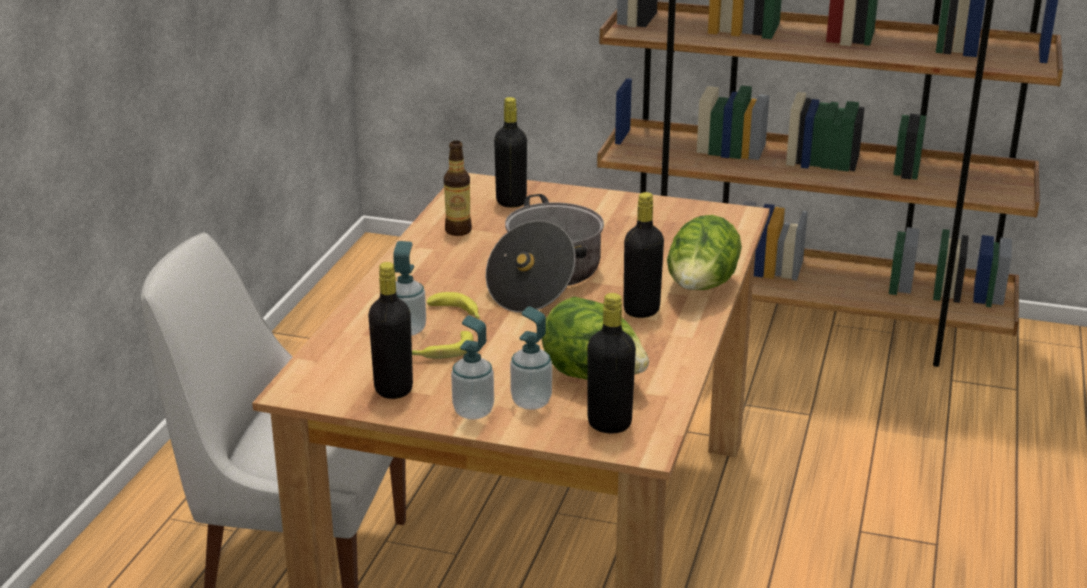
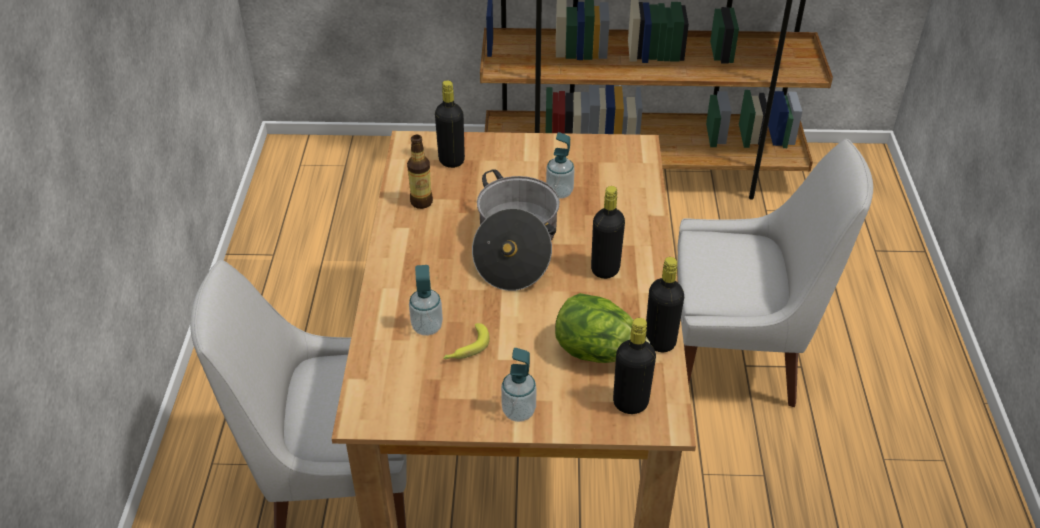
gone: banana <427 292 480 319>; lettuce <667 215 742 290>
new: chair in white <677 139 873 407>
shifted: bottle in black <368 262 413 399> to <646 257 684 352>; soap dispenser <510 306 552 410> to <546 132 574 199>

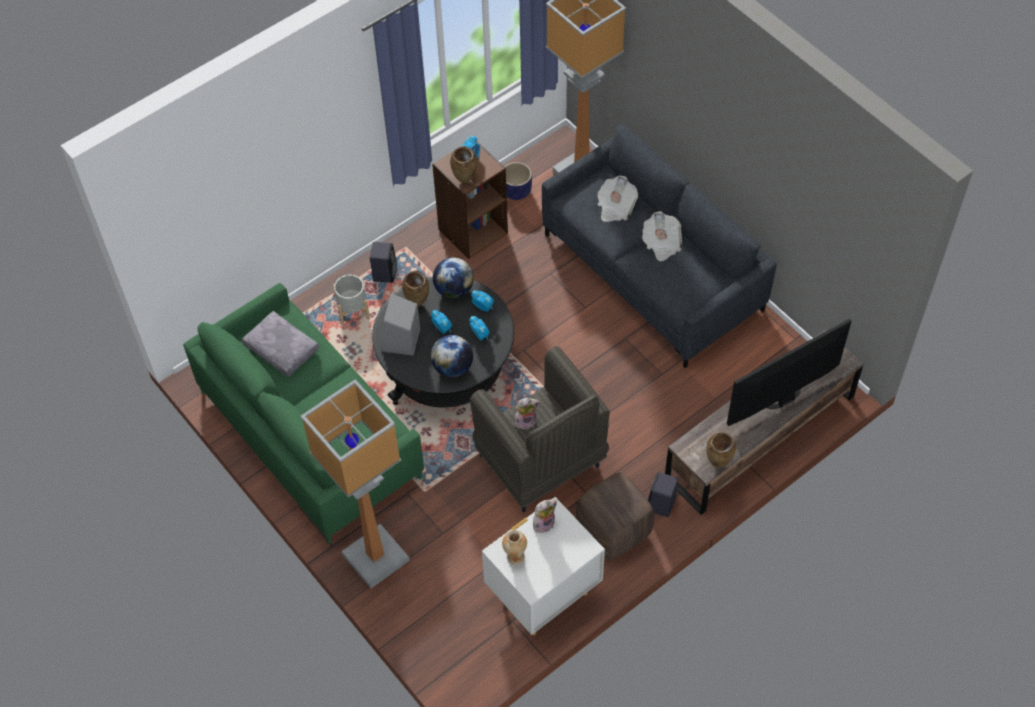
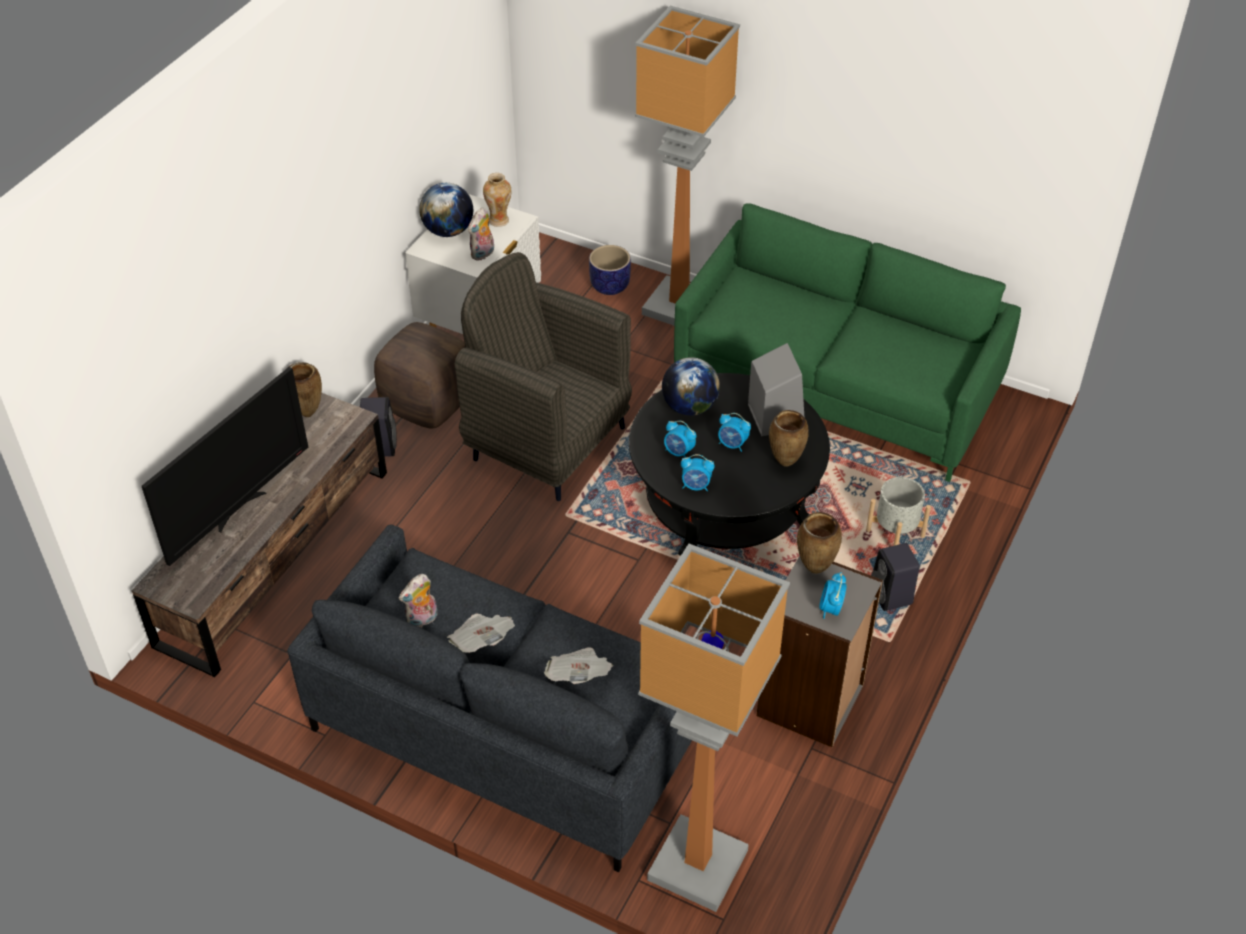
gone: pillow in grey <242 311 319 377>
shifted: globe <433 257 474 299> to <419 183 473 237>; planter <504 162 532 200> to <589 245 631 295>; plush toy <515 398 540 430> to <399 574 438 628>
repainted: bookcase in brown <432 141 508 259> to bookcase in grey <757 556 883 747>

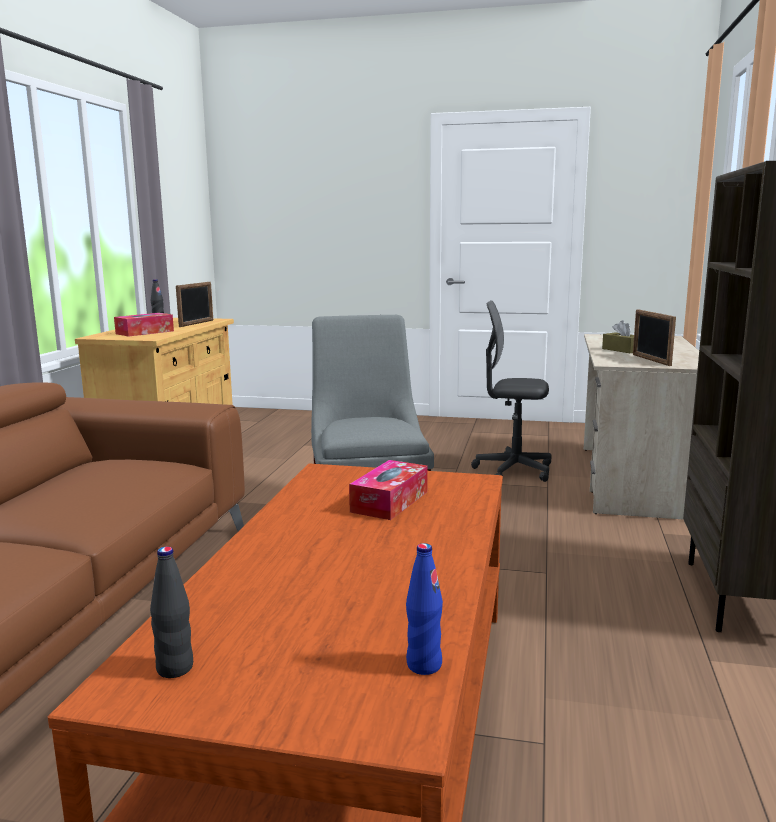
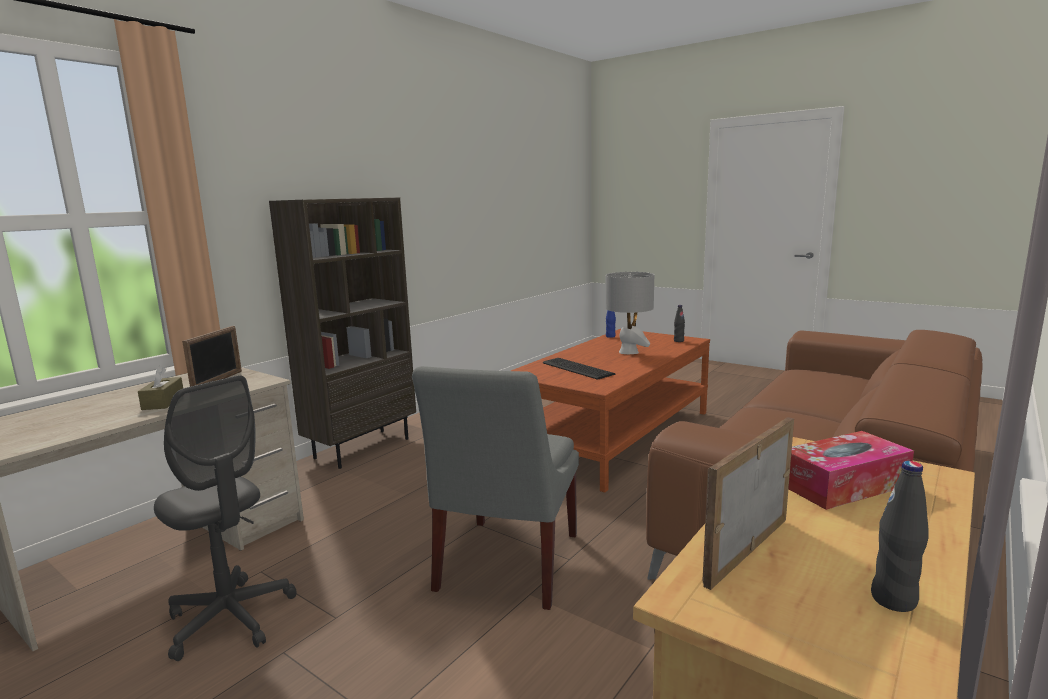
new: table lamp in grey <605 272 654 354>
swapped: tissue box <349 460 428 520> to keyboard <543 358 615 380>

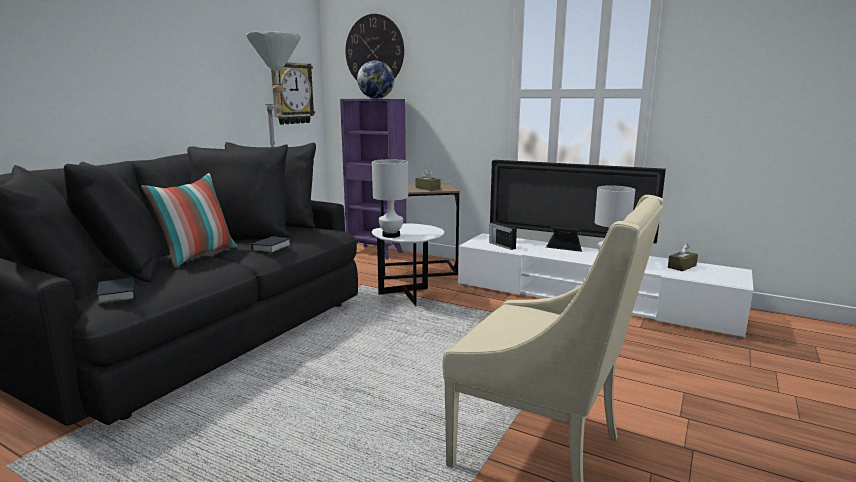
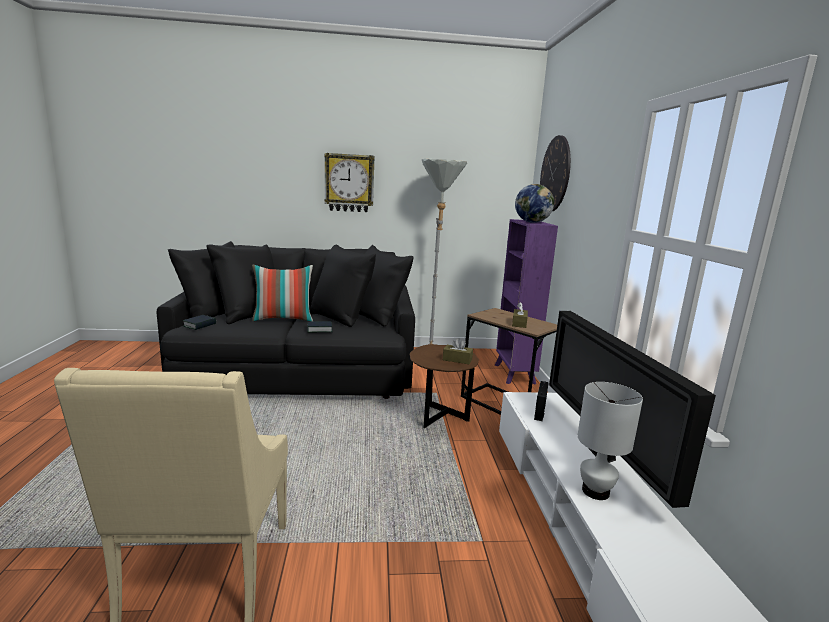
gone: table lamp in white <372 159 408 238>
shifted: wall clock <271 62 315 125> to <324 153 374 212>; tissue box in brown <668 243 698 271> to <443 338 473 364>
repainted: side table in white <372 223 444 306> to side table in brown <410 344 479 428>

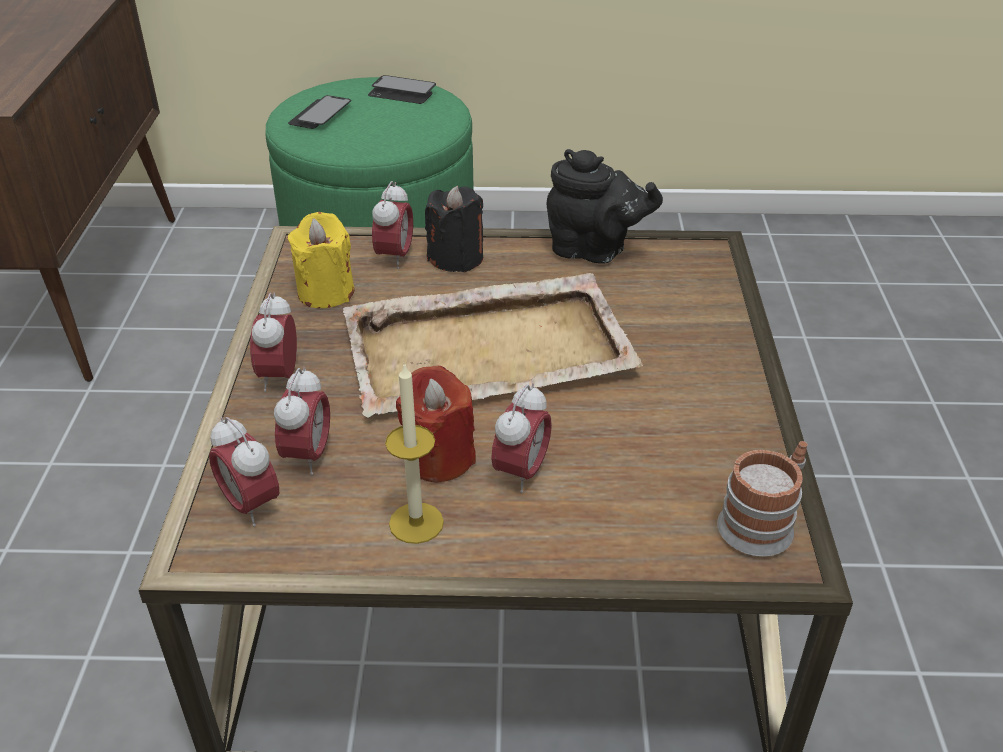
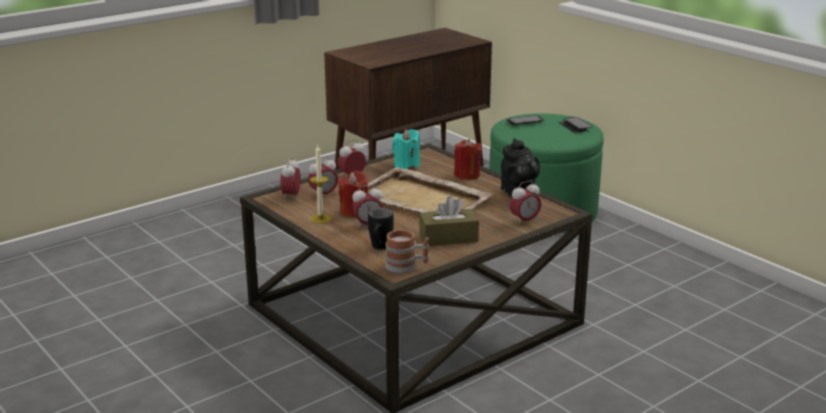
new: mug in black <368 208 393 250>; tissue box in brown <419 196 479 246>
shifted: alarm clock <372 181 413 269> to <510 181 541 225>
repainted: candle in yellow <287 212 354 308> to candle in turquoise <392 129 420 170>; candle in black <425 186 483 272> to candle in red <454 139 482 180>

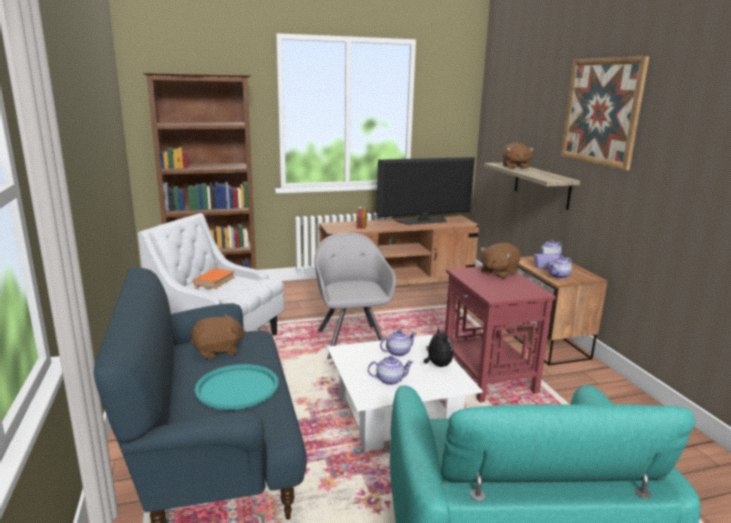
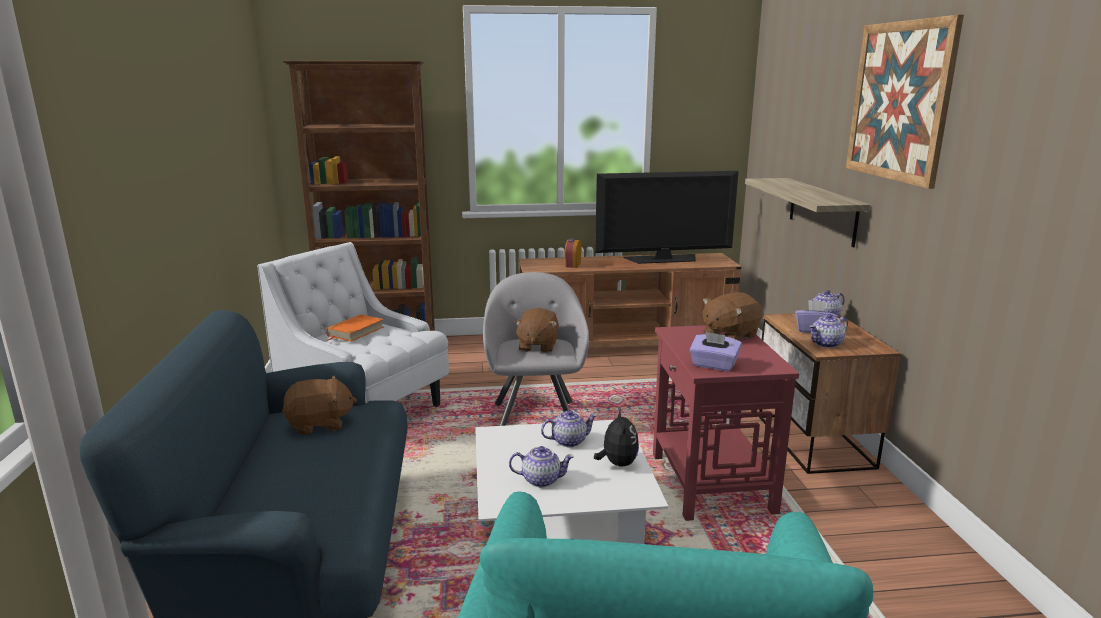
gone: tray in turquoise <195 364 279 410>
new: tissue box in purple <690 331 742 371>
shifted: plush toy in brown <502 142 534 169> to <514 308 559 353>

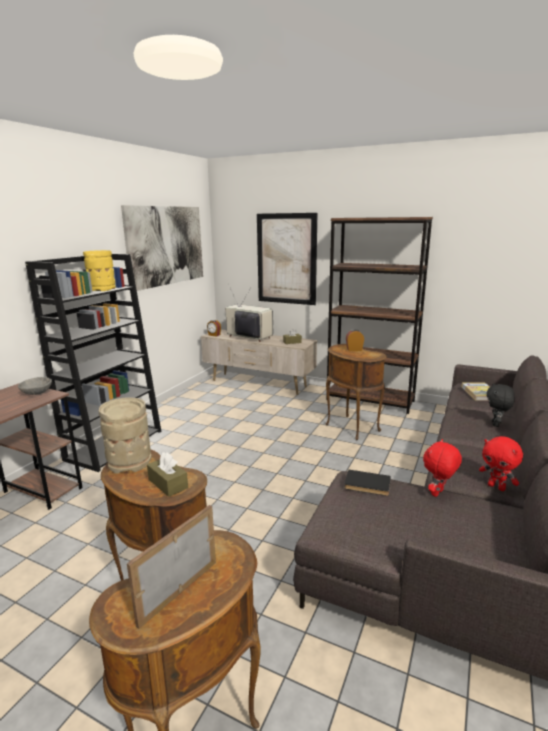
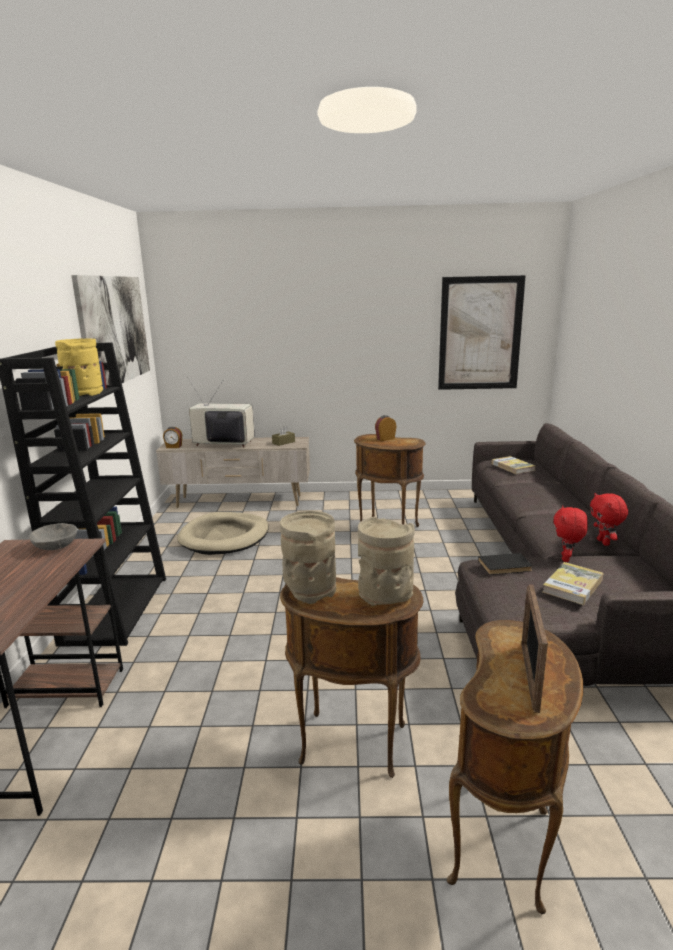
gone: bookcase in brown <326 217 433 414>; plush toy in black <487 383 515 427>
new: dog bed in beige <177 512 269 555>; book <543 562 603 605>
shifted: picture <257 213 317 305> to <438 275 526 390>
swapped: tissue box in brown <147 452 188 497> to vase in beige <358 517 415 606>
rotated: plush toy in red <479 436 523 491> = <590 493 628 546> 60 degrees clockwise

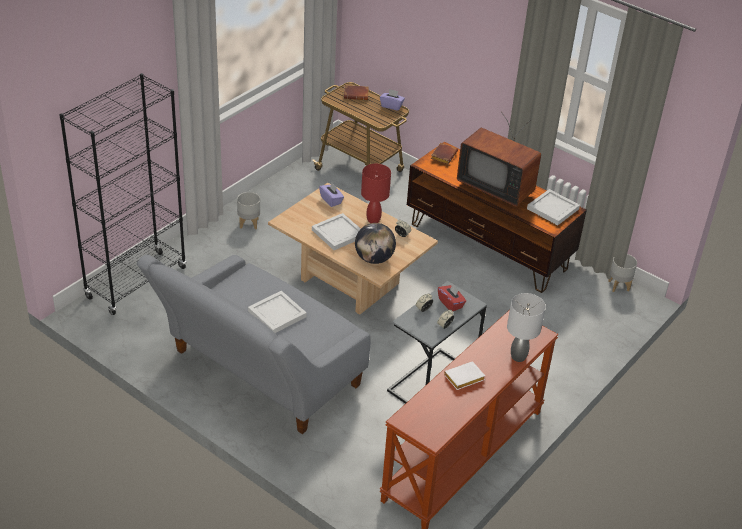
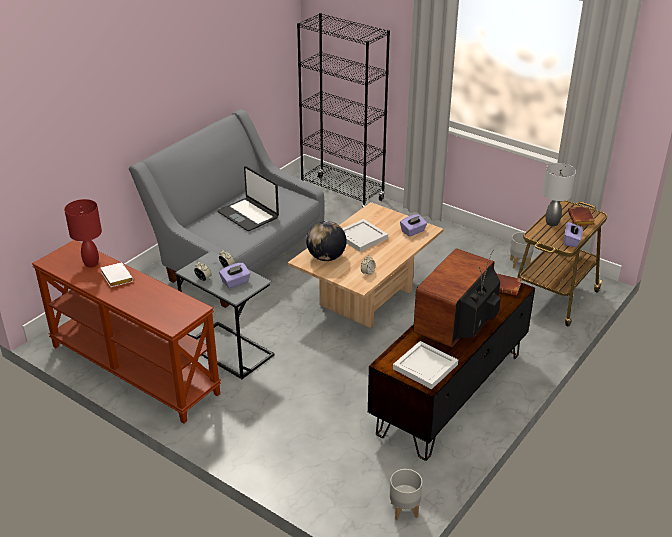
shifted: planter in grey <237 192 260 229> to <510 232 534 269>; table lamp in red <361 164 391 223> to <64 199 102 267>; table lamp in grey <507 293 546 362> to <542 163 576 226>
swapped: tray in white <248 290 307 333> to laptop <217 166 279 231>
repainted: tissue box in red <438 283 466 311> to tissue box in purple <219 263 251 288>

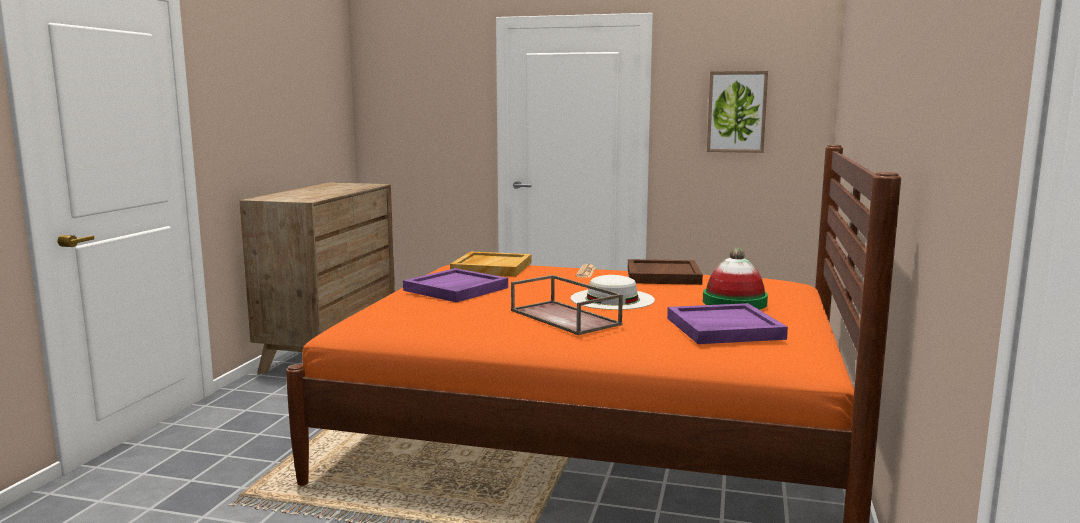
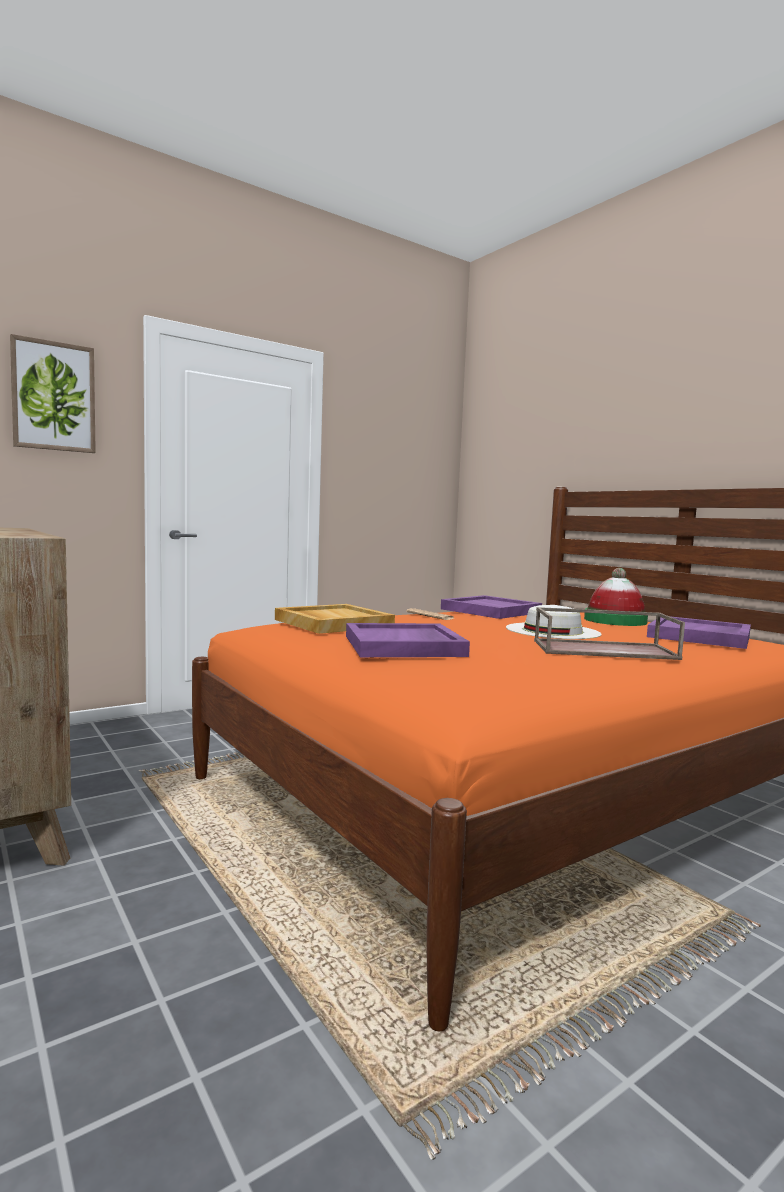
shifted: picture <707 71 768 153> to <10 334 96 453>
repainted: tray in brown <628 259 703 285> to tray in purple <441 595 542 619>

